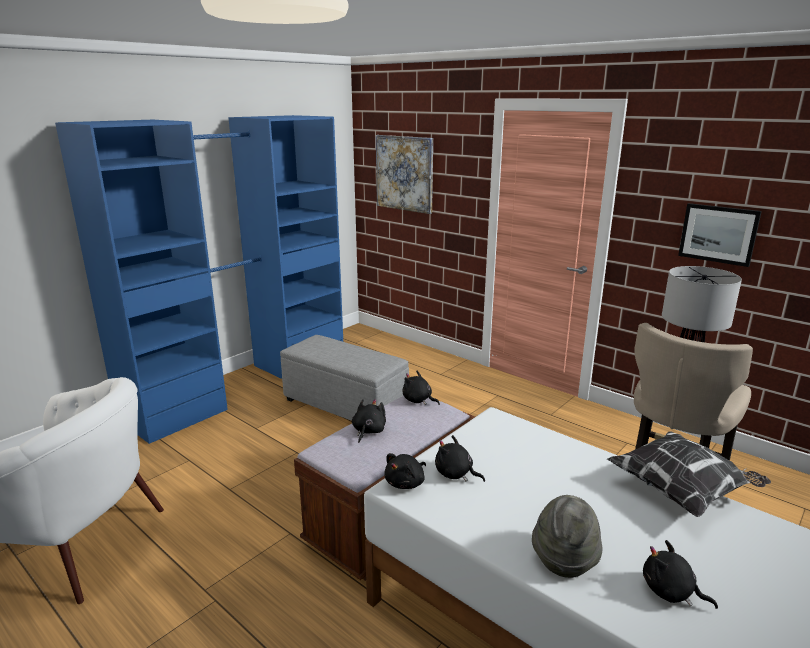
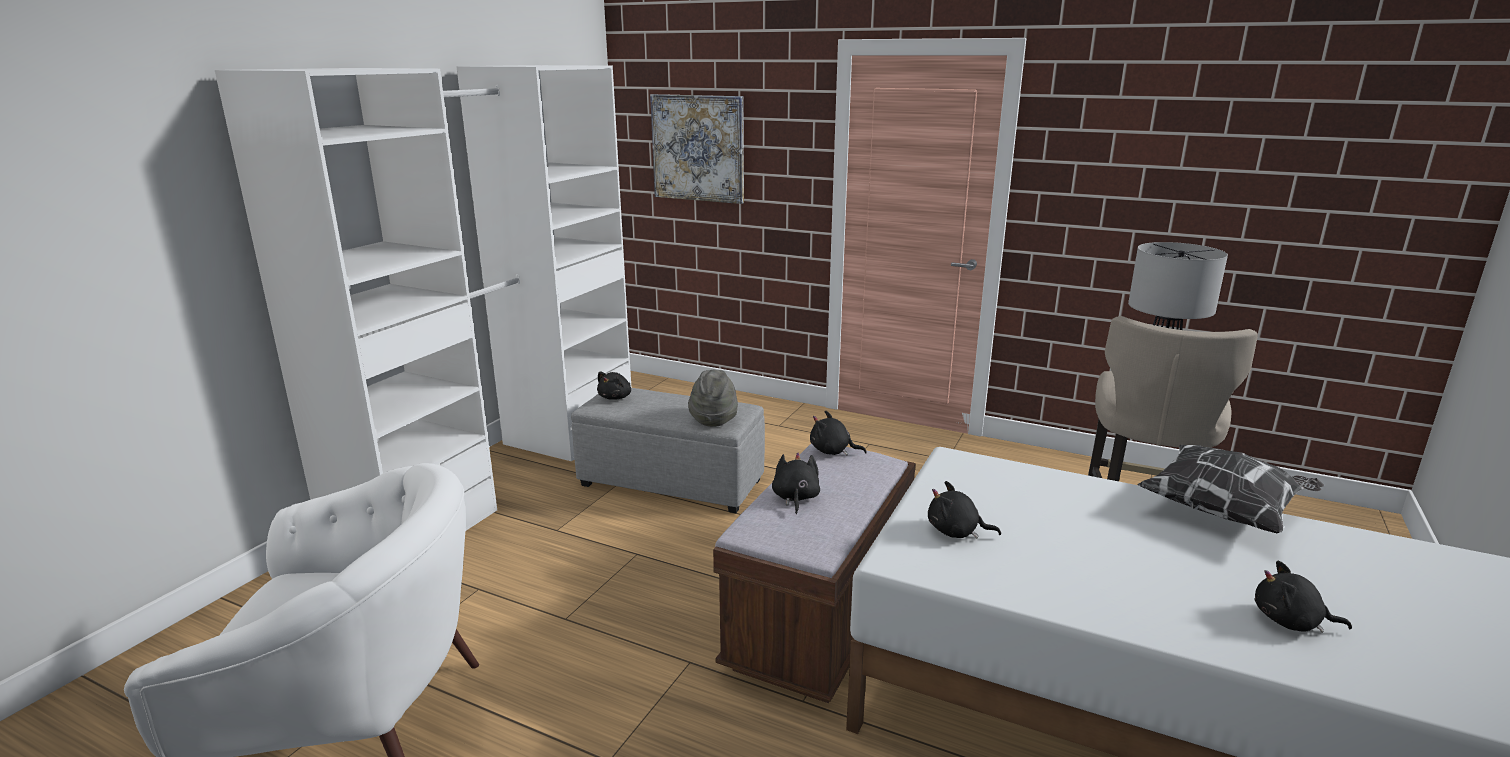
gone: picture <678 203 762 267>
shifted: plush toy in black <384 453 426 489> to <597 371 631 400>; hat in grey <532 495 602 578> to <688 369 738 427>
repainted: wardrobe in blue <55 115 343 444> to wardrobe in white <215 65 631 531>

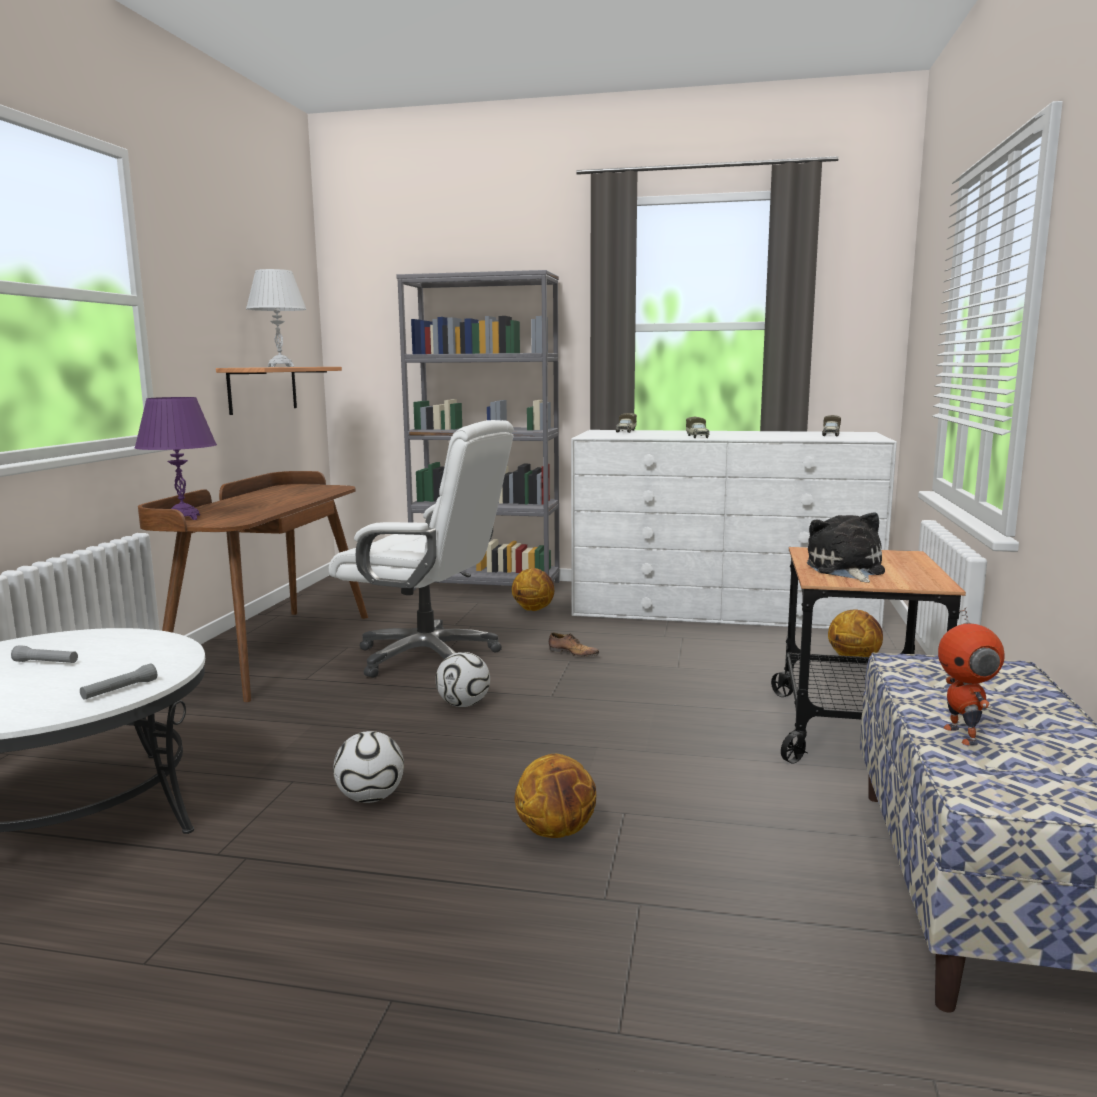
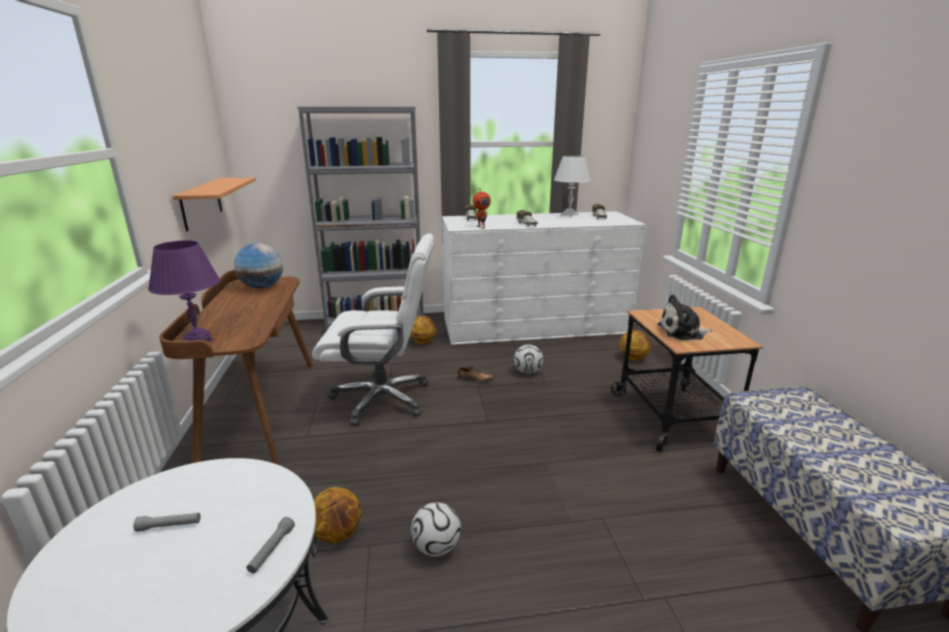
new: globe <234 243 283 289>
shifted: table lamp in white <246 269 307 367> to <554 155 591 217>; football <436 652 490 707> to <514 344 543 374>; basketball <514 754 596 838> to <314 487 362 543>; toy robot <938 607 1005 746> to <473 188 491 229>
rotated: plush toy <807 512 885 583> = <658 294 712 340> 75 degrees counterclockwise

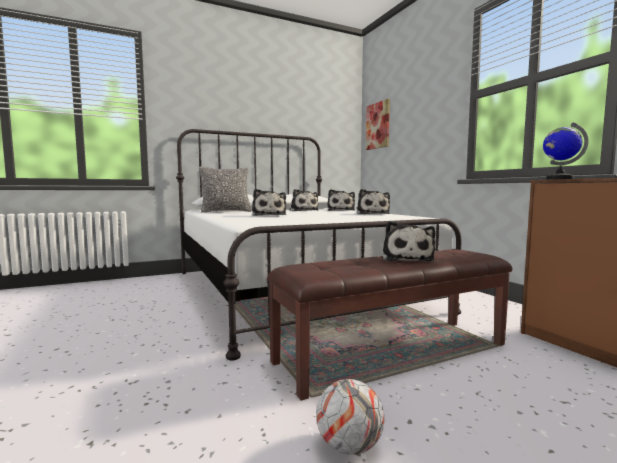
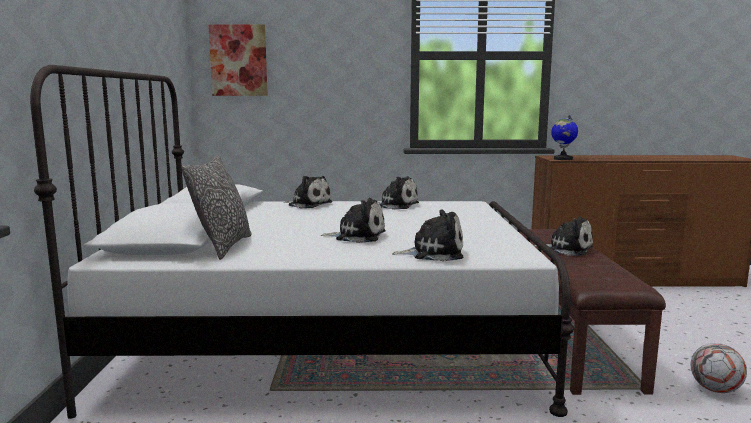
shifted: plush toy <289 189 318 211> to <392 209 463 261>

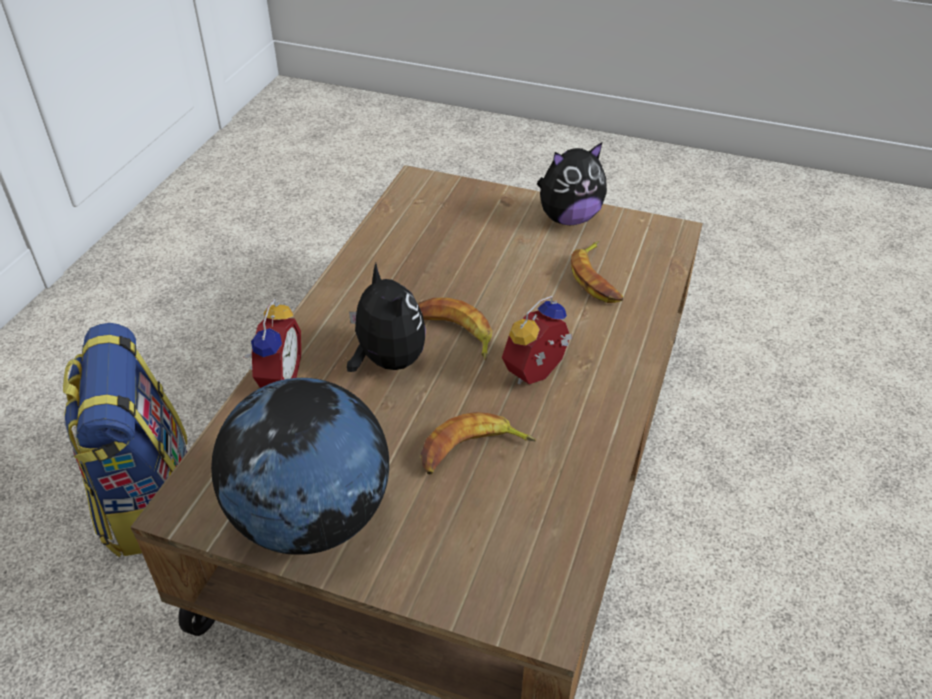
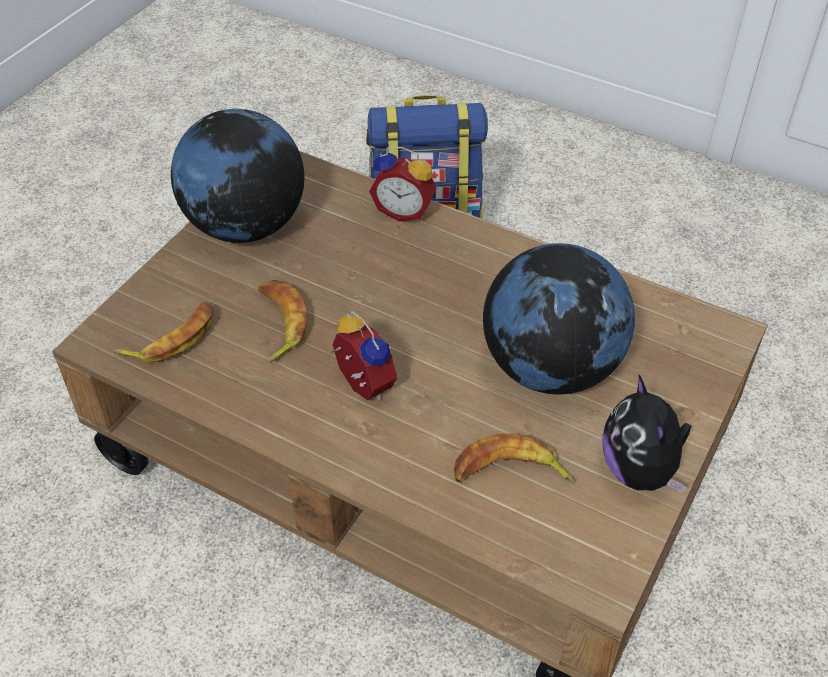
gone: plush toy <347 263 426 372>
new: globe <483 243 635 394>
shifted: banana <418 298 492 360> to <113 302 214 363>

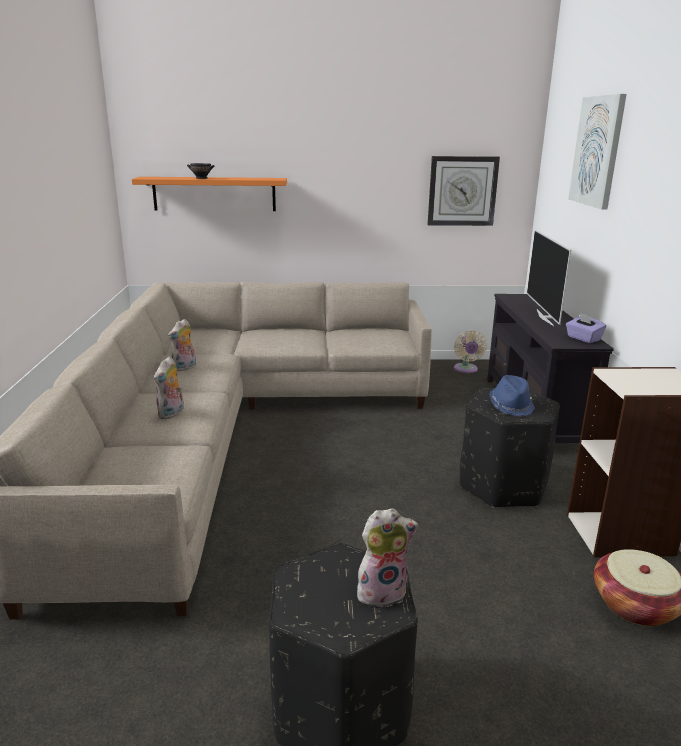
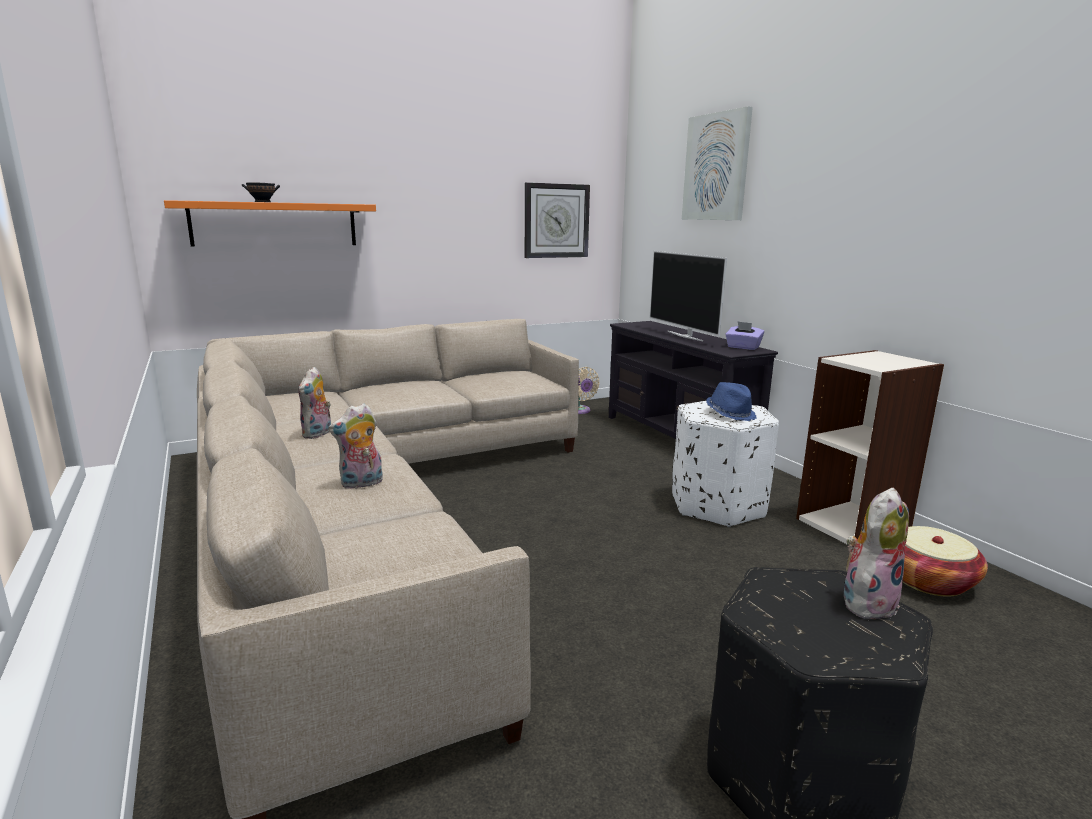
repainted: ottoman in black <460 388 560 508> to ottoman in white <672 401 779 527>
rotated: plush toy <154 357 184 419> = <328 403 383 489> 60 degrees clockwise

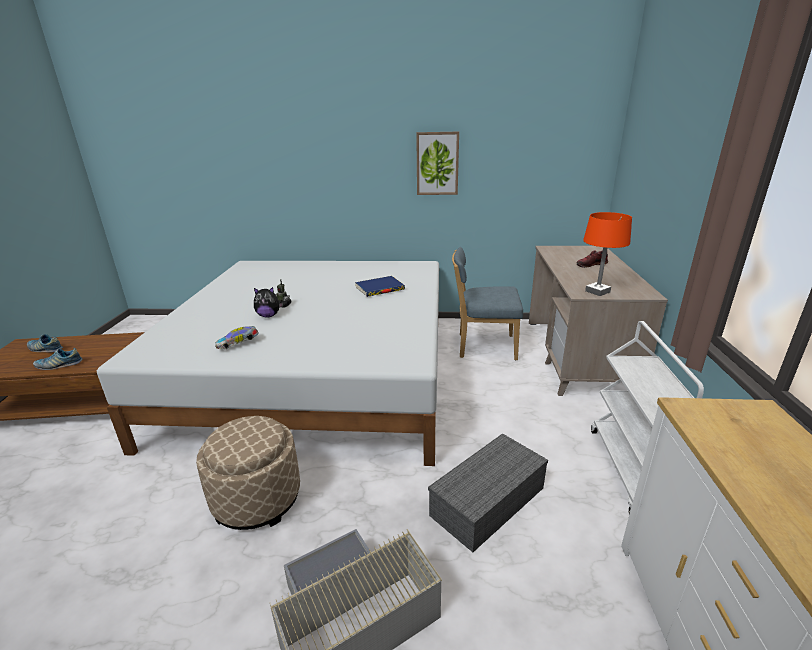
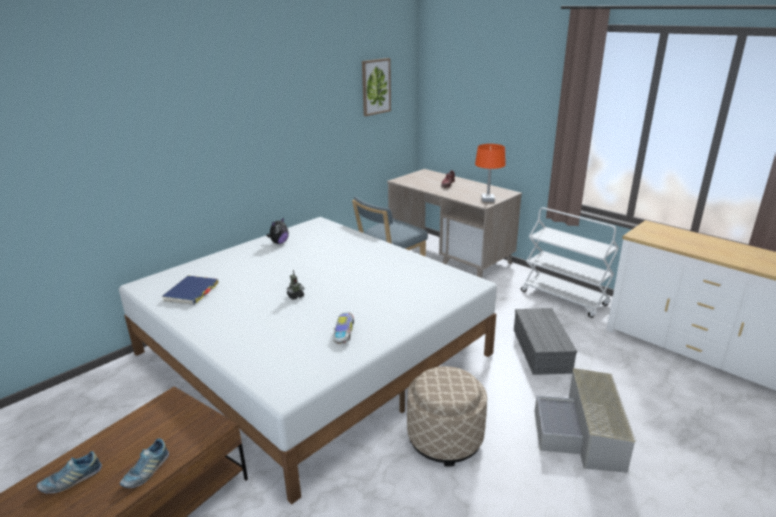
shifted: plush toy <254 287 283 318> to <267 217 289 244>; book in blue <355 276 405 297> to <162 276 219 305>; picture <416 132 459 195> to <362 58 391 116>

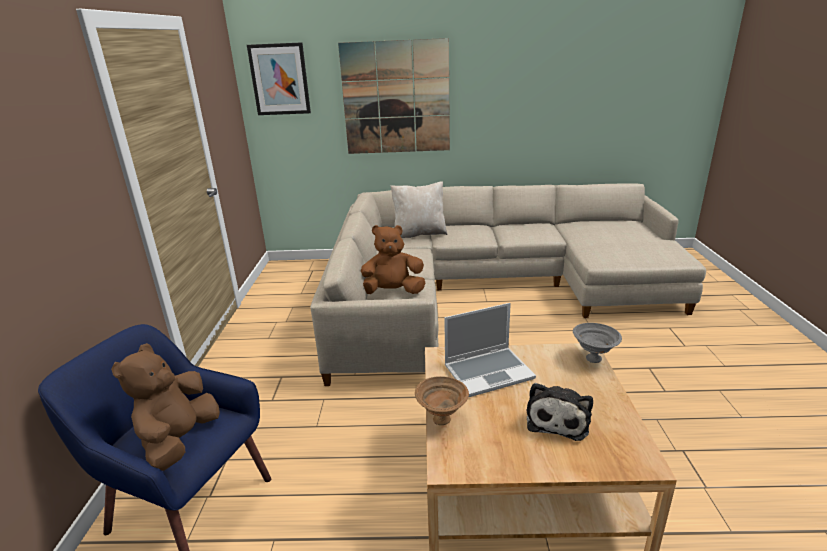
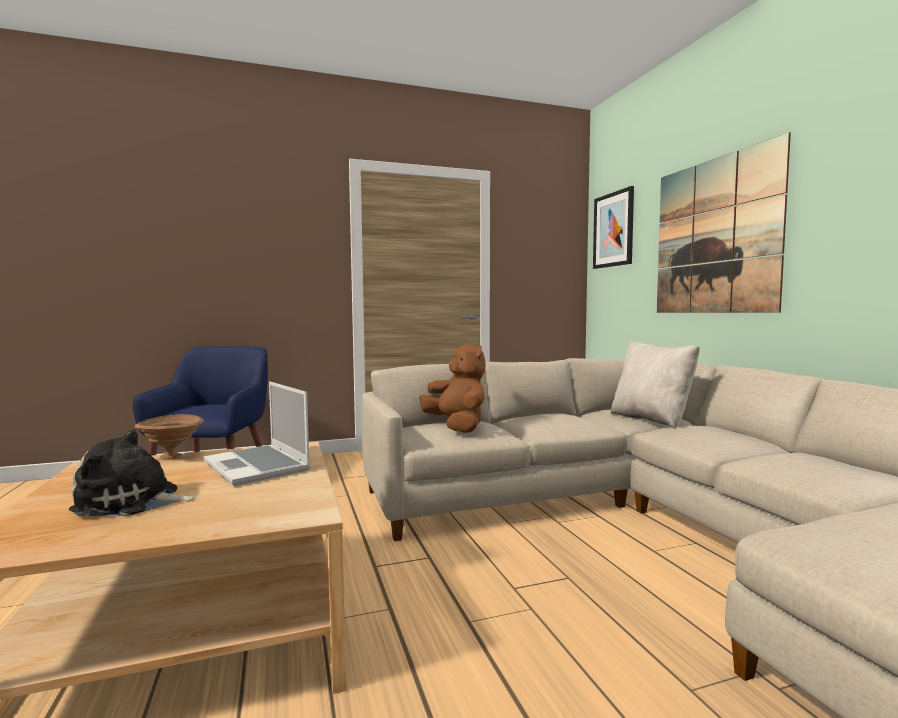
gone: plush toy in brown <111 343 220 471>; bowl in grey <573 323 622 363>

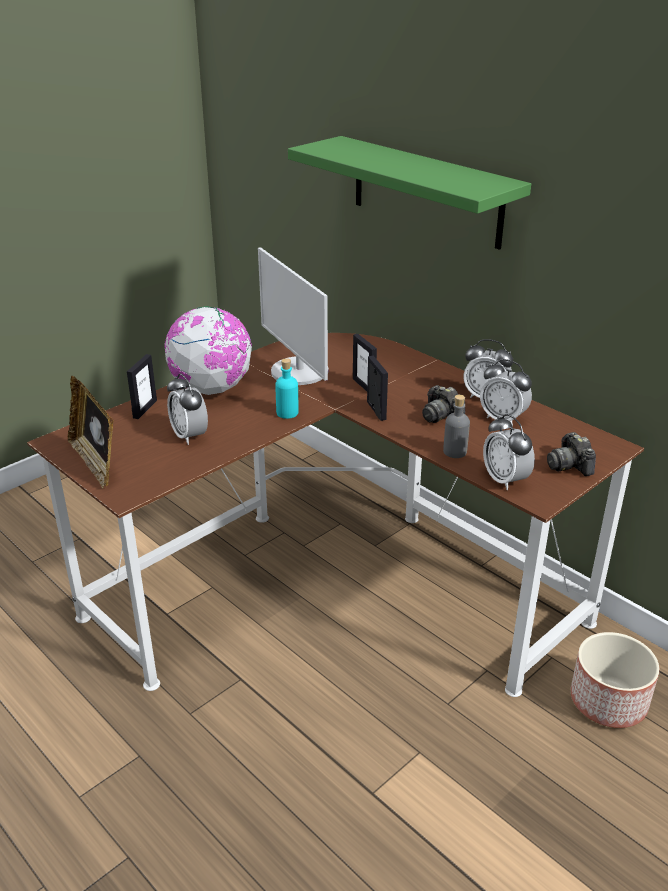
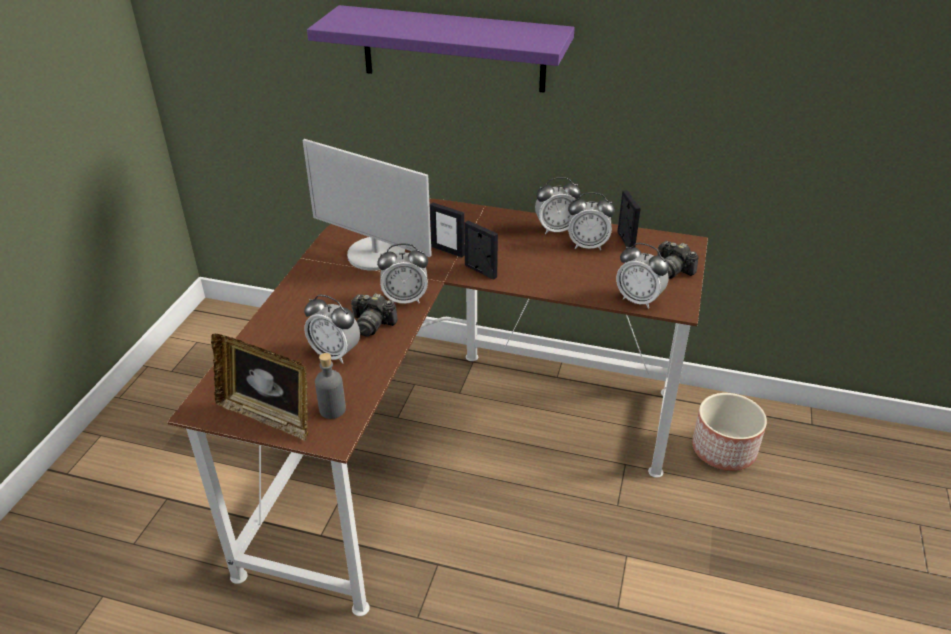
gone: globe <164 306 252 395>
shifted: picture frame <127 354 157 419> to <617 190 641 248>; photo camera <422 385 465 423> to <351 293 398 337>; bottle in grey <443 394 470 458> to <315 353 346 419>
swapped: bottle in turquoise <275 358 298 419> to alarm clock <377 244 428 304>
repainted: shelf in green <288 136 531 250> to shelf in purple <307 5 575 93>

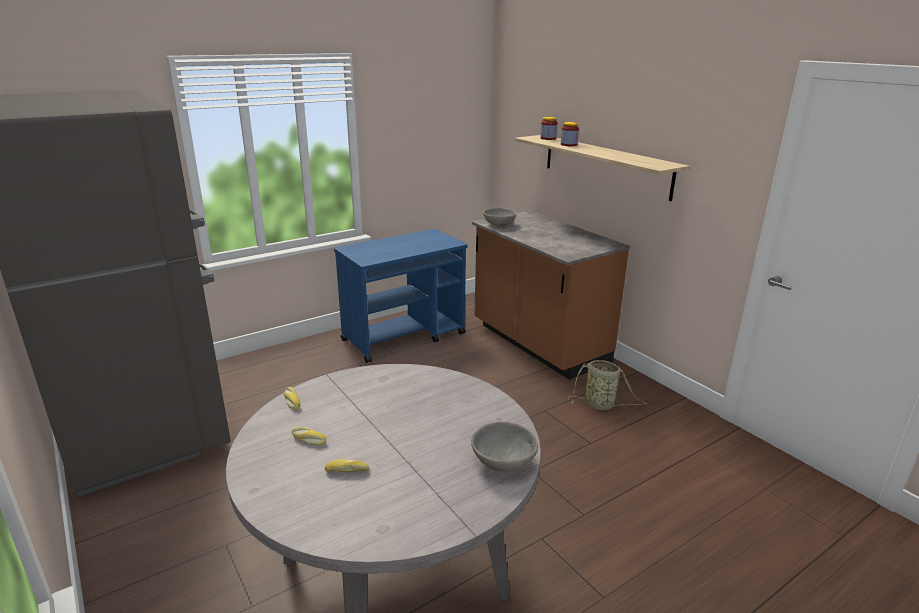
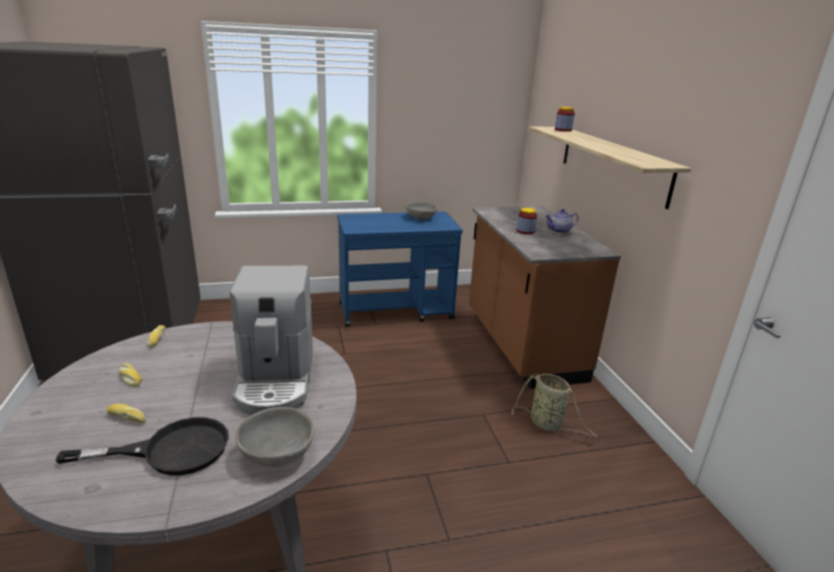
new: frying pan in black <55 417 229 475>; coffee machine <230 266 313 415>; teapot <545 209 579 233>
shifted: bowl in grey <483 208 516 226> to <406 202 438 220>; jar <561 122 579 146> to <517 208 537 234>

